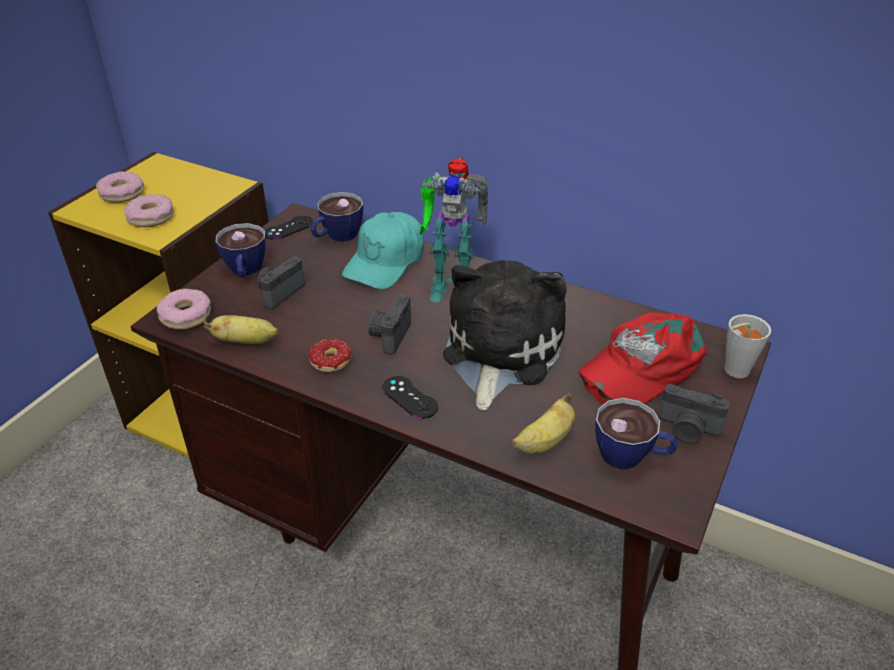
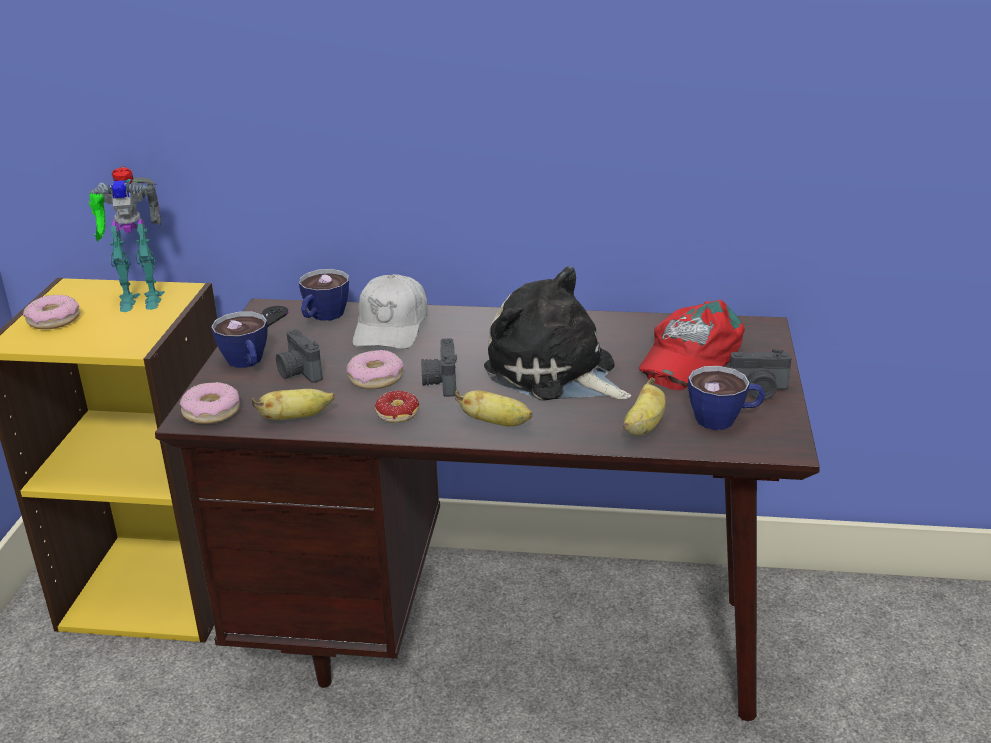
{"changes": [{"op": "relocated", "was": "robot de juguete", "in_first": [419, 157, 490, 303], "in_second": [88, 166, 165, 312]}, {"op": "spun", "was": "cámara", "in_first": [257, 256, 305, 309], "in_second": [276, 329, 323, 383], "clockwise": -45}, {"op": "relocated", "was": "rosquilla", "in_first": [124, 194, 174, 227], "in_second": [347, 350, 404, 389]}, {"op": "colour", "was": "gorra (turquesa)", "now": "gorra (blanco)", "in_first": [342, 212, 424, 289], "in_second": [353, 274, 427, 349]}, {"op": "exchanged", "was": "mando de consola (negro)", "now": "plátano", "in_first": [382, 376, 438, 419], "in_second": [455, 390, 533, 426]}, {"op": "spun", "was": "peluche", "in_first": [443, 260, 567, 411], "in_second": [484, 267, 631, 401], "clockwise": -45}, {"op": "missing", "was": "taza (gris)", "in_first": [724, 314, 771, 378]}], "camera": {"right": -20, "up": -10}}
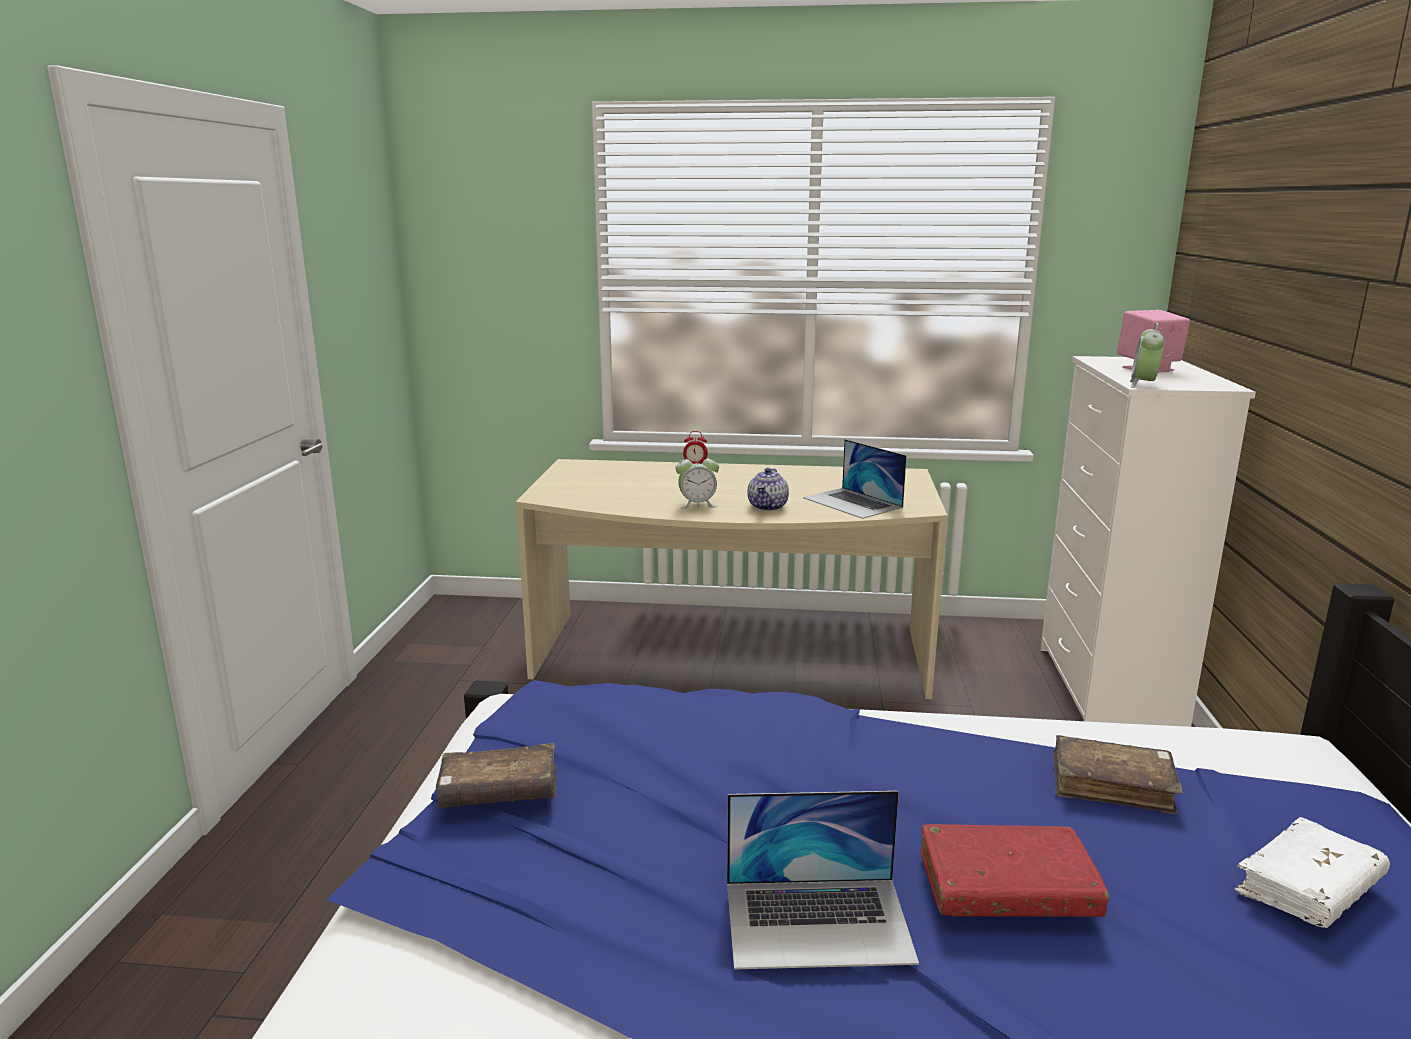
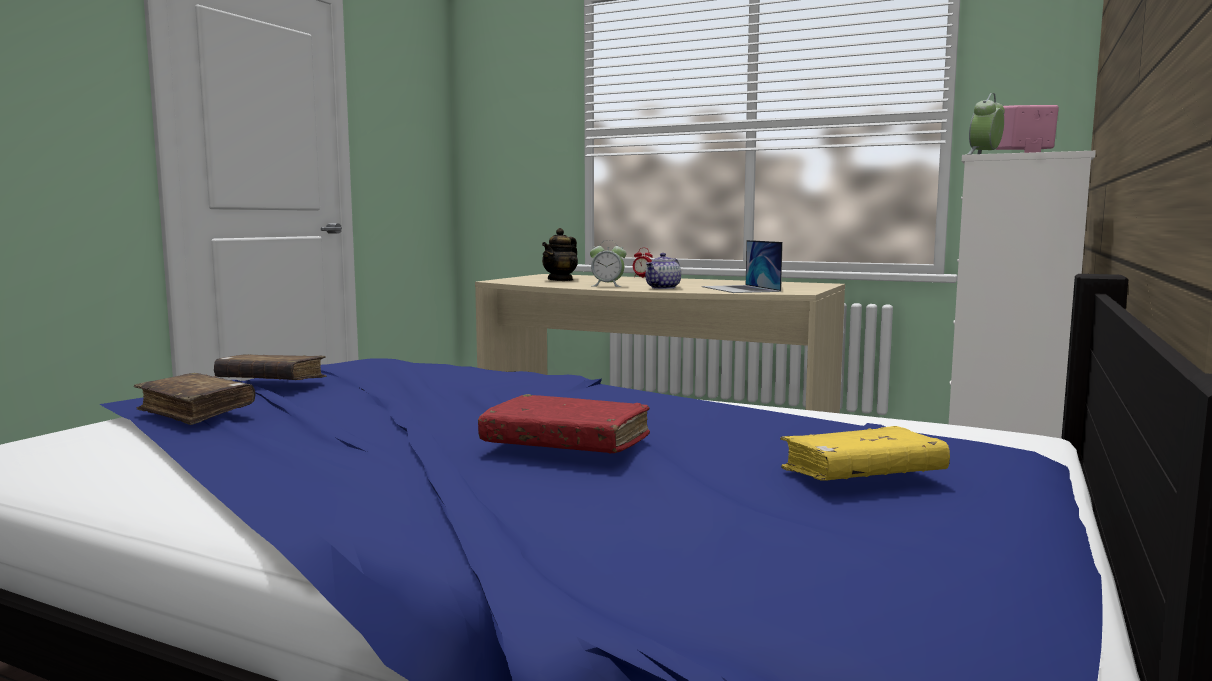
{"changes": [{"op": "relocated", "was": "libro (marrón)", "in_first": [1053, 735, 1183, 815], "in_second": [134, 373, 256, 425]}, {"op": "appeared", "now": "tetera", "in_second": [542, 228, 578, 281]}, {"op": "colour", "was": "libro (blanco)", "now": "libro (amarillo)", "in_first": [1235, 817, 1390, 928], "in_second": [780, 426, 950, 481]}, {"op": "missing", "was": "portátil", "in_first": [727, 791, 919, 969]}], "camera": {"right": 20, "up": -10}}
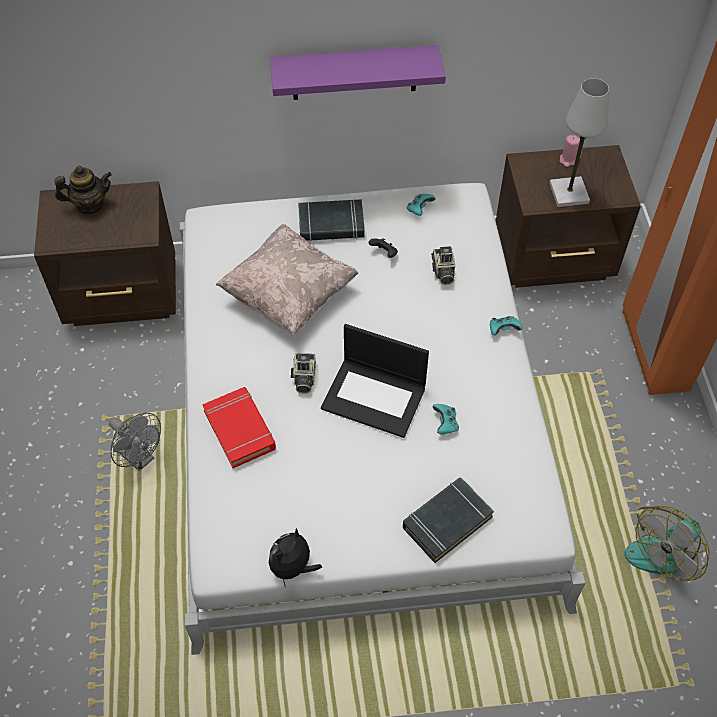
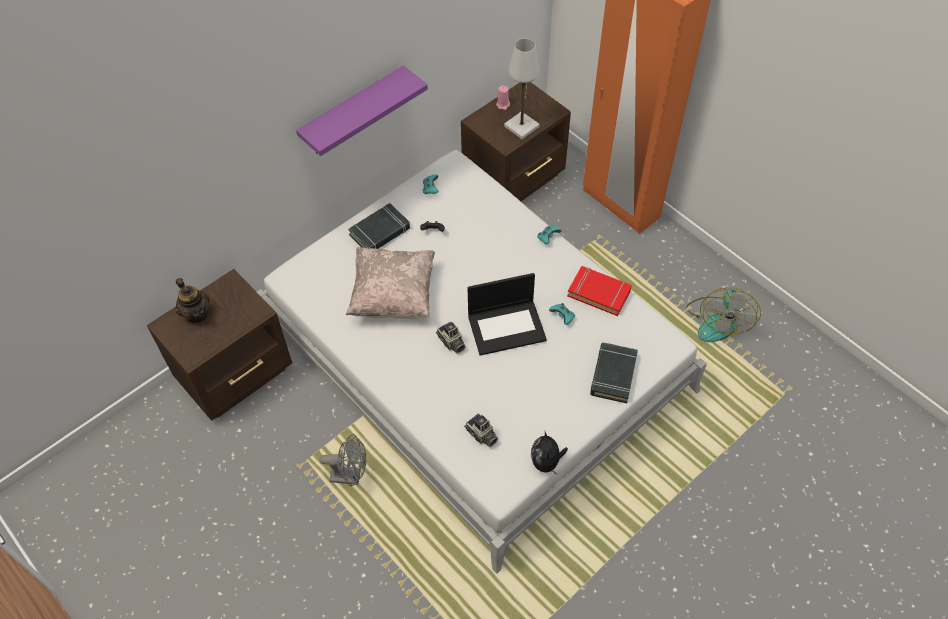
{"changes": [{"op": "spun", "was": "tetera", "in_first": [54, 166, 112, 214], "in_second": [175, 278, 210, 323], "clockwise": 105}, {"op": "relocated", "was": "cámara", "in_first": [431, 246, 455, 285], "in_second": [464, 413, 498, 447]}, {"op": "relocated", "was": "libro (rojo)", "in_first": [202, 387, 276, 468], "in_second": [567, 266, 632, 316]}], "camera": {"right": -35, "up": 0}}
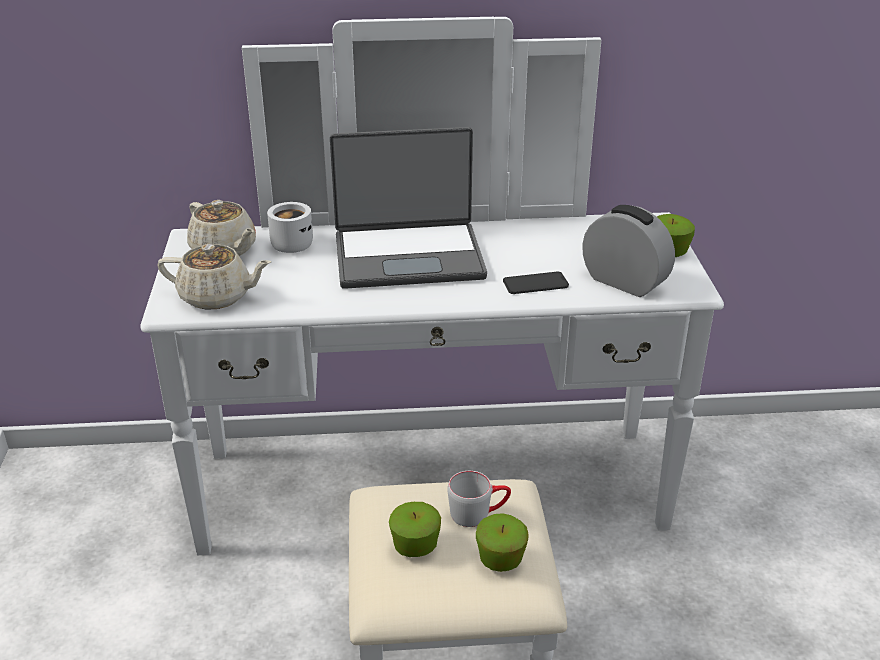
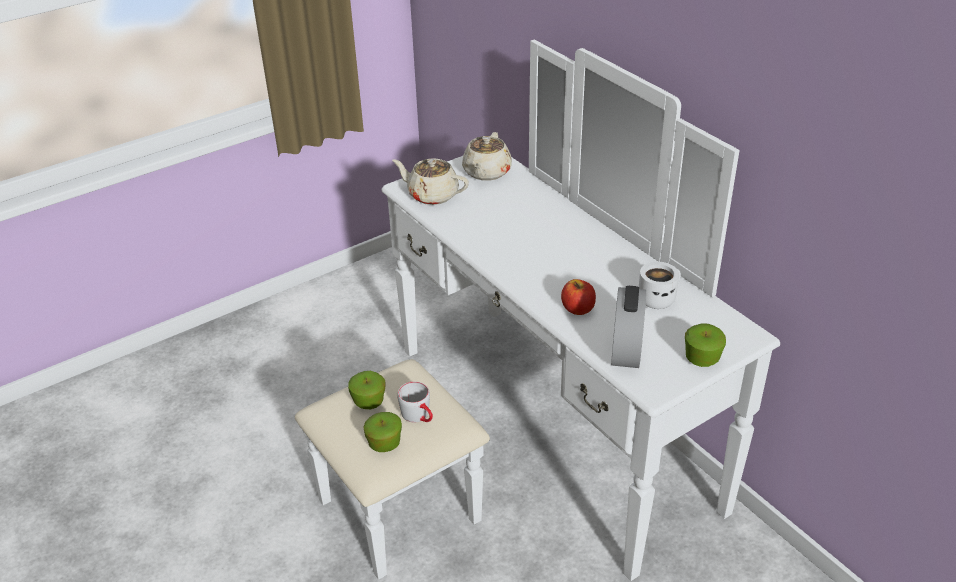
{"changes": [{"op": "spun", "was": "tetera (beis)", "in_first": [157, 244, 271, 309], "in_second": [392, 158, 469, 205], "clockwise": 135}, {"op": "exchanged", "was": "móvil", "now": "manzana", "in_first": [503, 272, 569, 294], "in_second": [561, 279, 596, 315]}, {"op": "relocated", "was": "taza grande (blanco)", "in_first": [267, 202, 313, 253], "in_second": [639, 262, 681, 309]}, {"op": "missing", "was": "portátil", "in_first": [330, 127, 487, 289]}], "camera": {"right": 60, "up": 5}}
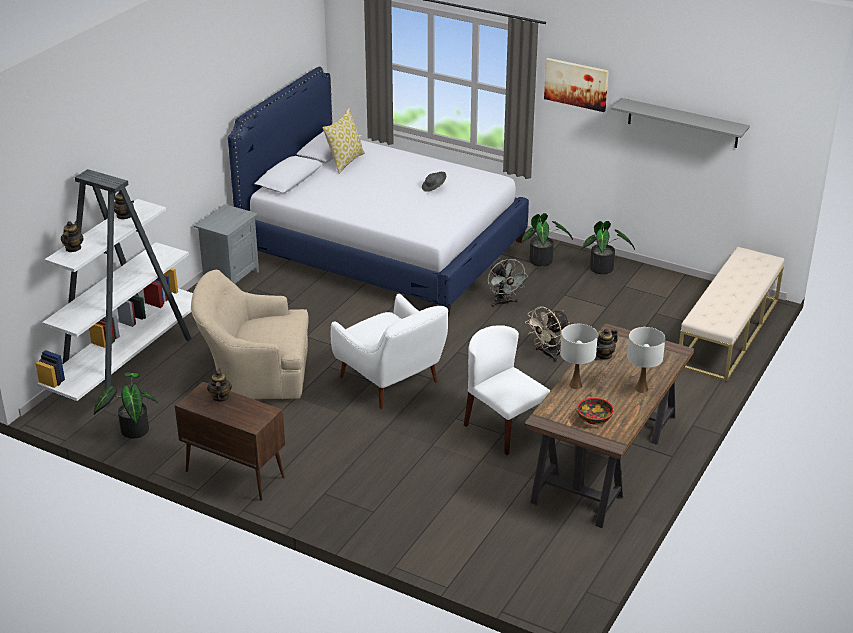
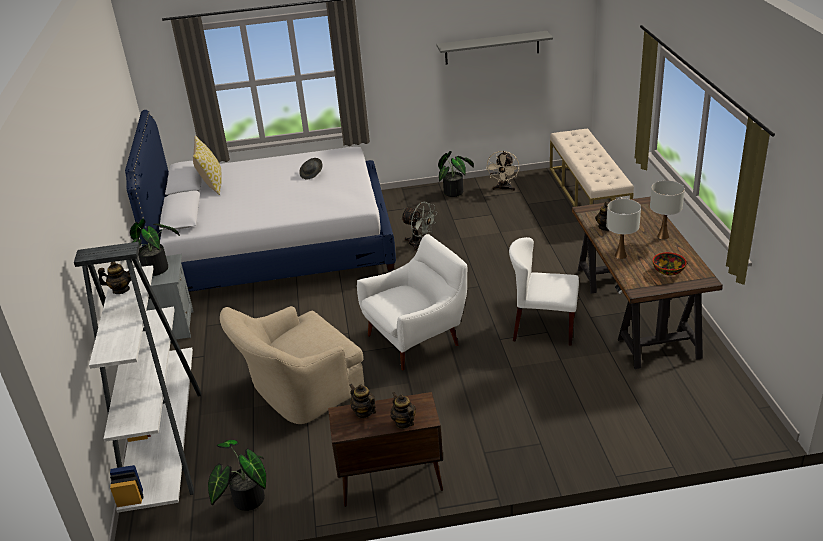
{"changes": [{"op": "relocated", "was": "planta en maceta", "in_first": [521, 213, 573, 266], "in_second": [130, 218, 180, 276]}, {"op": "spun", "was": "sillón (blanco)", "in_first": [331, 294, 448, 409], "in_second": [357, 234, 467, 370], "clockwise": -45}, {"op": "relocated", "was": "tetera", "in_first": [61, 221, 84, 252], "in_second": [390, 392, 416, 429]}, {"op": "relocated", "was": "ventilador (beis)", "in_first": [525, 307, 570, 362], "in_second": [486, 151, 520, 191]}, {"op": "missing", "was": "cuadro", "in_first": [544, 58, 609, 112]}], "camera": {"right": -35, "up": 0}}
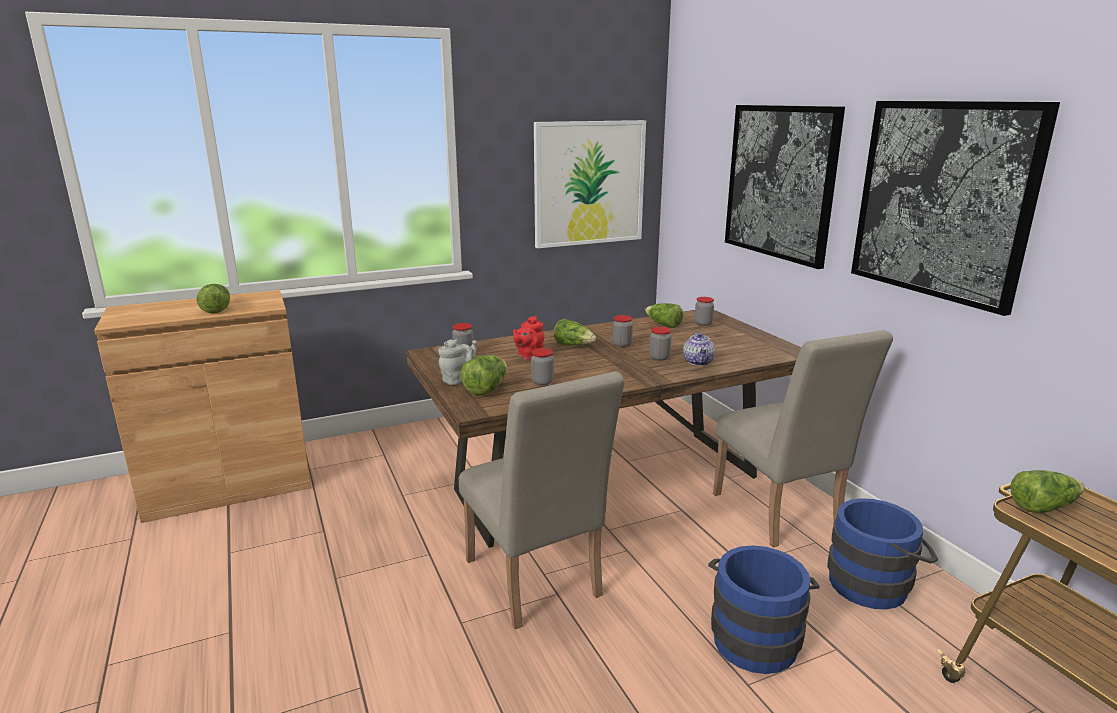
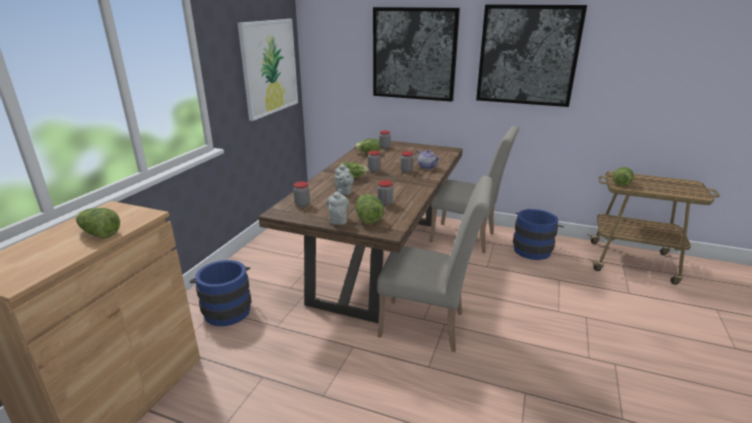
{"changes": [{"op": "relocated", "was": "cubo (azul)", "in_first": [708, 545, 820, 674], "in_second": [190, 260, 251, 326]}, {"op": "colour", "was": "tetera (rojo)", "now": "tetera (gris)", "in_first": [513, 316, 544, 360], "in_second": [334, 164, 354, 195]}], "camera": {"right": -45, "up": 5}}
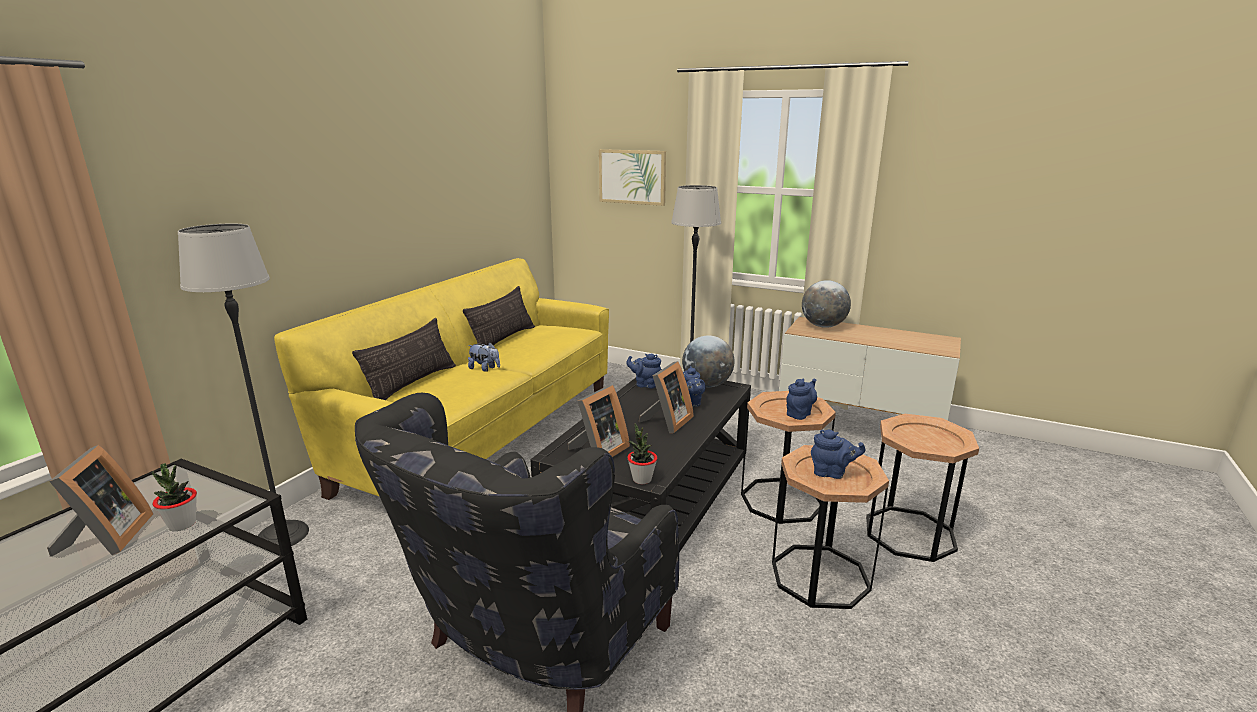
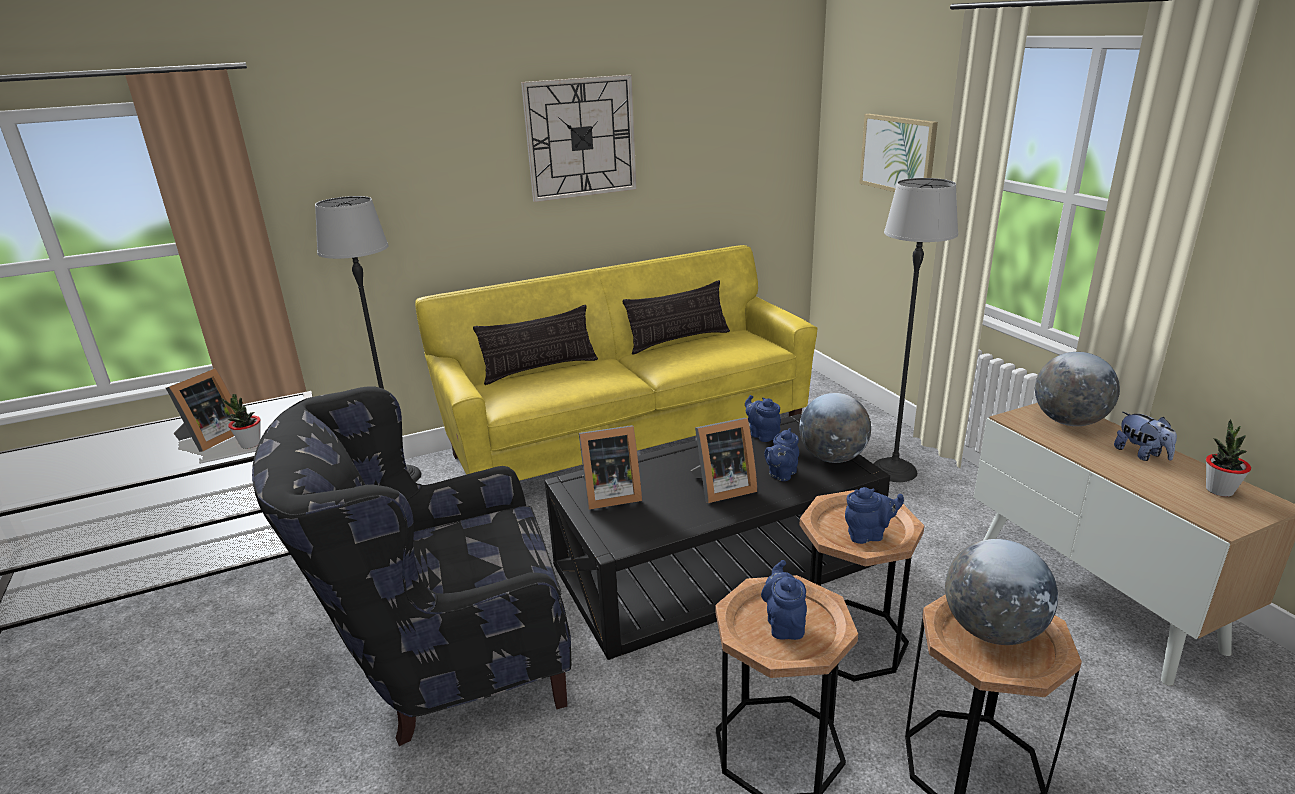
{"changes": [{"op": "appeared", "now": "reloj de pared", "in_second": [521, 75, 637, 202]}, {"op": "spun", "was": "tetera (azul)", "in_first": [811, 429, 866, 479], "in_second": [761, 560, 807, 640], "clockwise": -150}, {"op": "appeared", "now": "globo terráqueo", "in_second": [945, 539, 1058, 645]}, {"op": "relocated", "was": "peluche", "in_first": [468, 342, 500, 372], "in_second": [1114, 412, 1177, 461]}, {"op": "relocated", "was": "planta en maceta", "in_first": [627, 423, 657, 484], "in_second": [1206, 419, 1251, 497]}], "camera": {"right": 40, "up": 5}}
